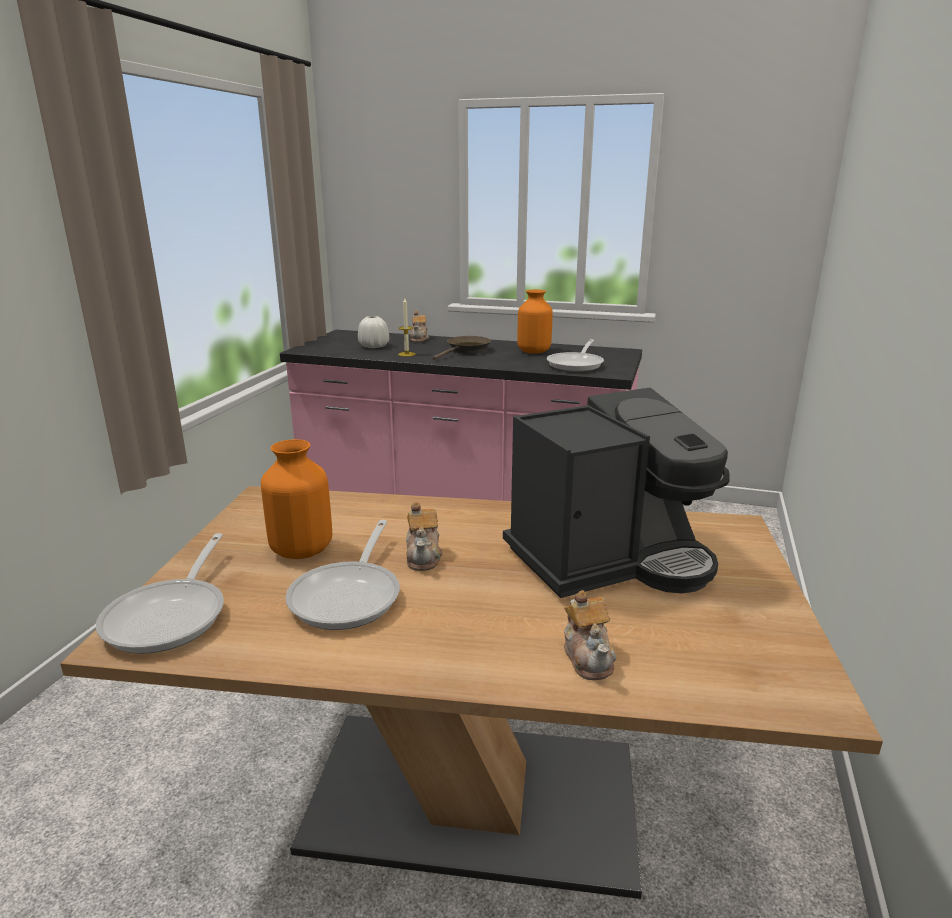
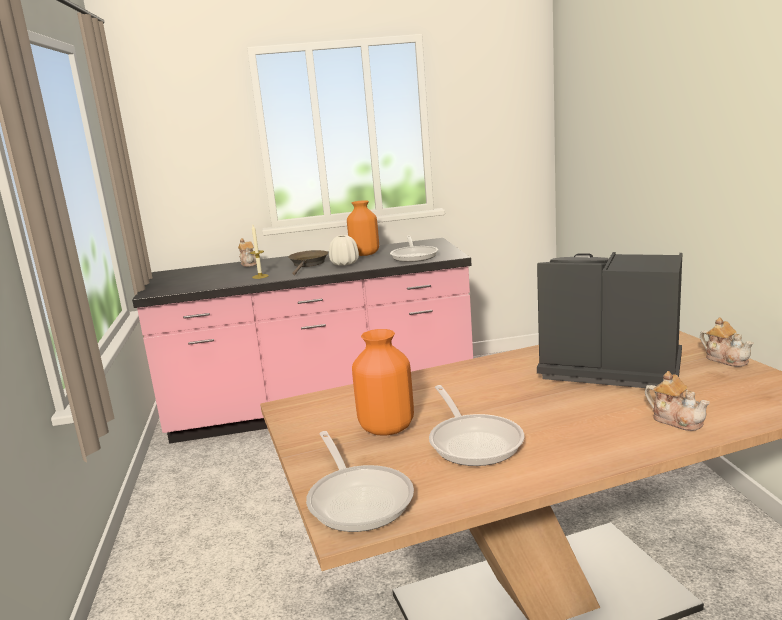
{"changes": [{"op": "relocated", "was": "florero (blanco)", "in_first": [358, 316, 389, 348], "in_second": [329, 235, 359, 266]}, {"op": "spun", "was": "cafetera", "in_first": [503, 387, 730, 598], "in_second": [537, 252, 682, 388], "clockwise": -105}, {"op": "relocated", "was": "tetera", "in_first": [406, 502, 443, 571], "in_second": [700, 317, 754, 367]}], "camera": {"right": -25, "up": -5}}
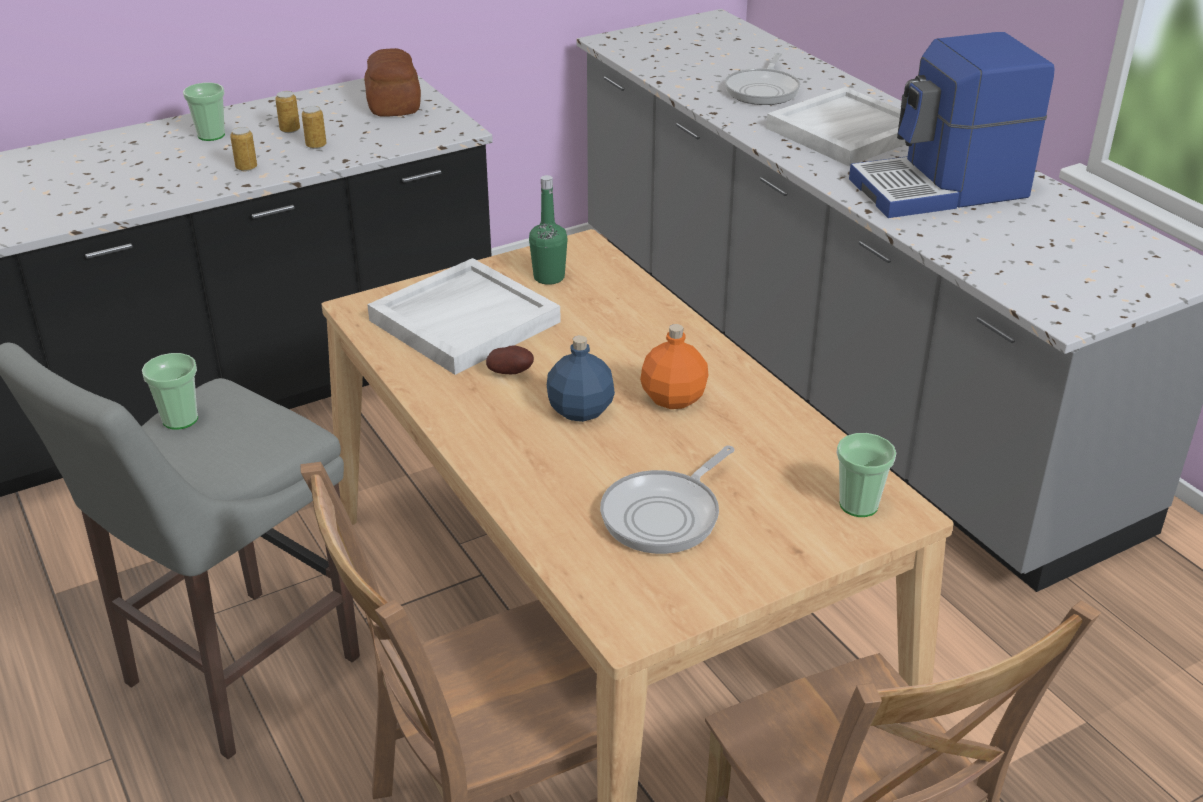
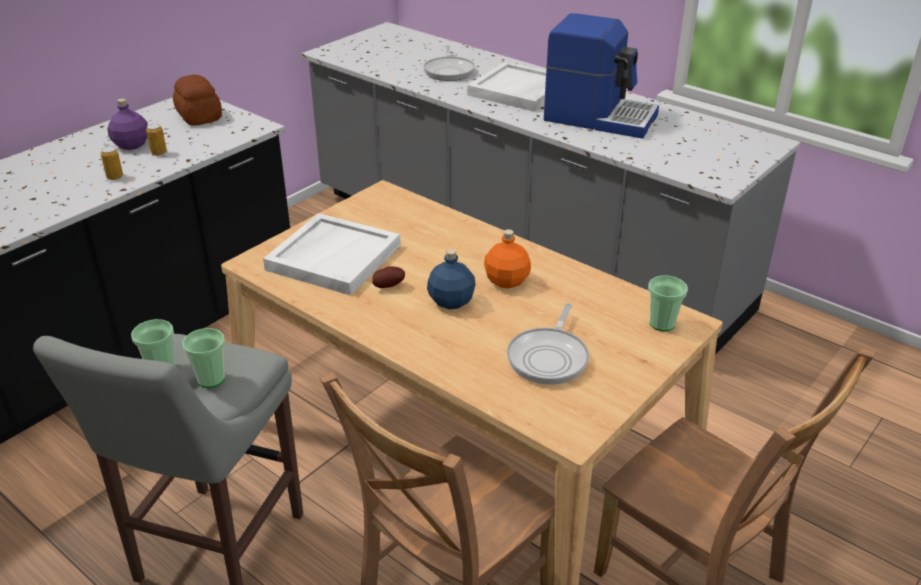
{"changes": [{"op": "exchanged", "was": "lata", "now": "botella (morado)", "in_first": [275, 91, 300, 133], "in_second": [107, 98, 148, 150]}, {"op": "relocated", "was": "taza", "in_first": [183, 83, 225, 141], "in_second": [182, 328, 225, 388]}, {"op": "spun", "was": "cafetera", "in_first": [849, 32, 1054, 218], "in_second": [544, 13, 659, 139], "clockwise": -120}, {"op": "missing", "was": "botella (verde)", "in_first": [529, 175, 568, 285]}], "camera": {"right": -20, "up": 0}}
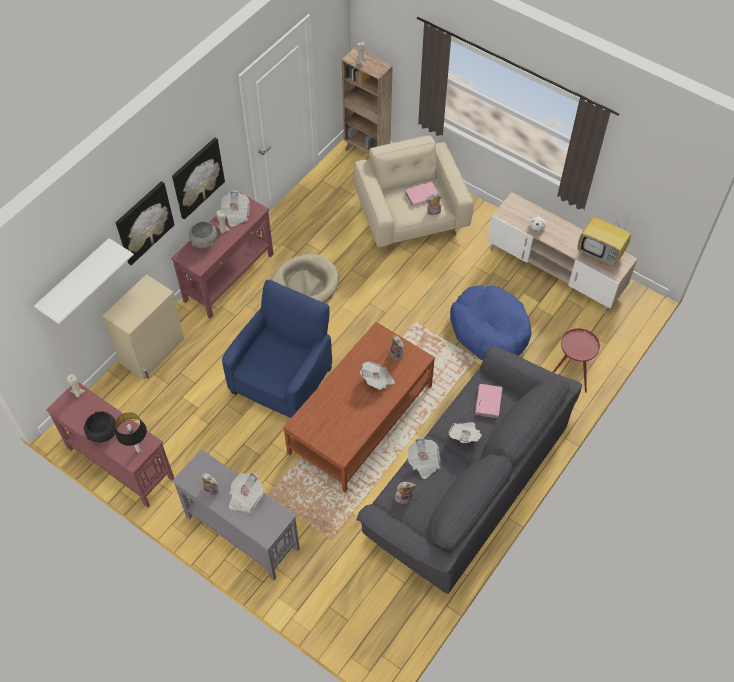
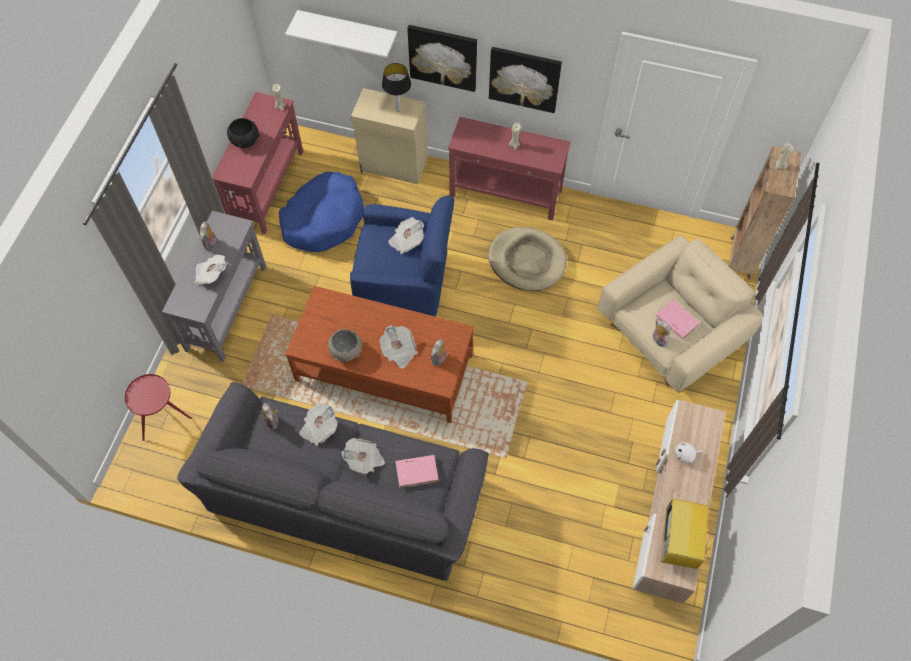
{"changes": [{"op": "relocated", "was": "mesa auxiliar (rojo)", "in_first": [553, 328, 600, 393], "in_second": [125, 374, 192, 441]}, {"op": "relocated", "was": "cama para perro (azul)", "in_first": [450, 285, 532, 360], "in_second": [279, 172, 364, 252]}, {"op": "relocated", "was": "cuenco (gris)", "in_first": [189, 221, 217, 249], "in_second": [328, 329, 362, 361]}, {"op": "relocated", "was": "lámpara de mesa", "in_first": [115, 412, 147, 453], "in_second": [382, 63, 411, 112]}, {"op": "relocated", "was": "periódico", "in_first": [220, 190, 250, 227], "in_second": [388, 217, 424, 254]}], "camera": {"right": 70, "up": 5}}
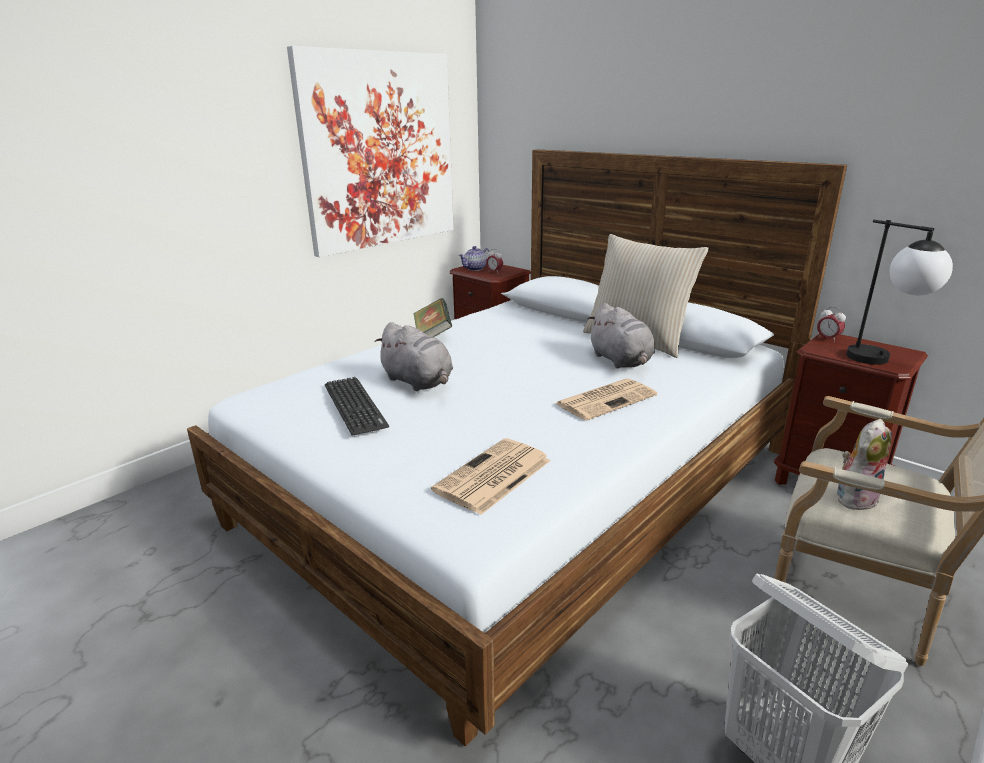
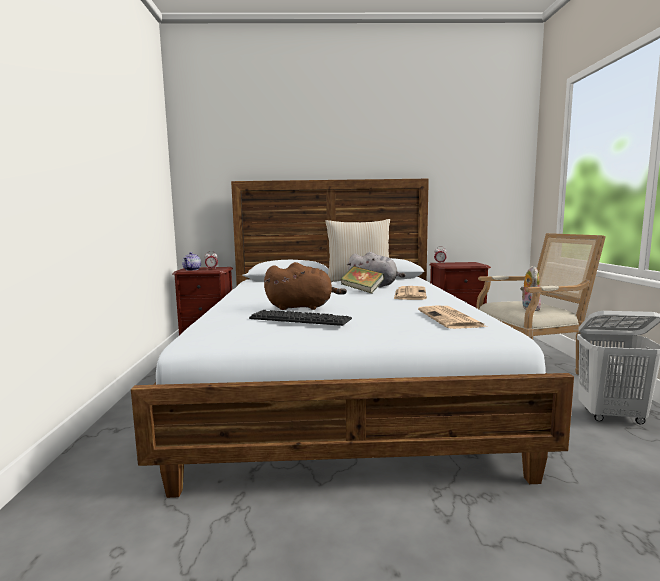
{"changes": [{"op": "colour", "was": "peluche (gris)", "now": "peluche (marrón)", "in_first": [374, 322, 453, 391], "in_second": [264, 262, 347, 310]}, {"op": "relocated", "was": "libro", "in_first": [413, 298, 452, 337], "in_second": [341, 266, 385, 294]}, {"op": "missing", "was": "cuadro", "in_first": [287, 46, 454, 257]}, {"op": "missing", "was": "lámpara de mesa", "in_first": [846, 220, 953, 365]}], "camera": {"right": -45, "up": -15}}
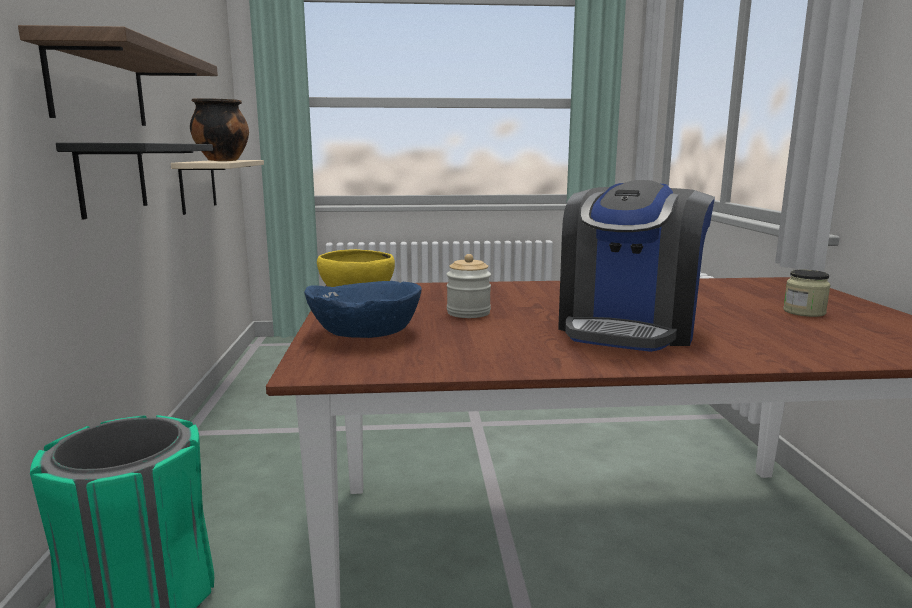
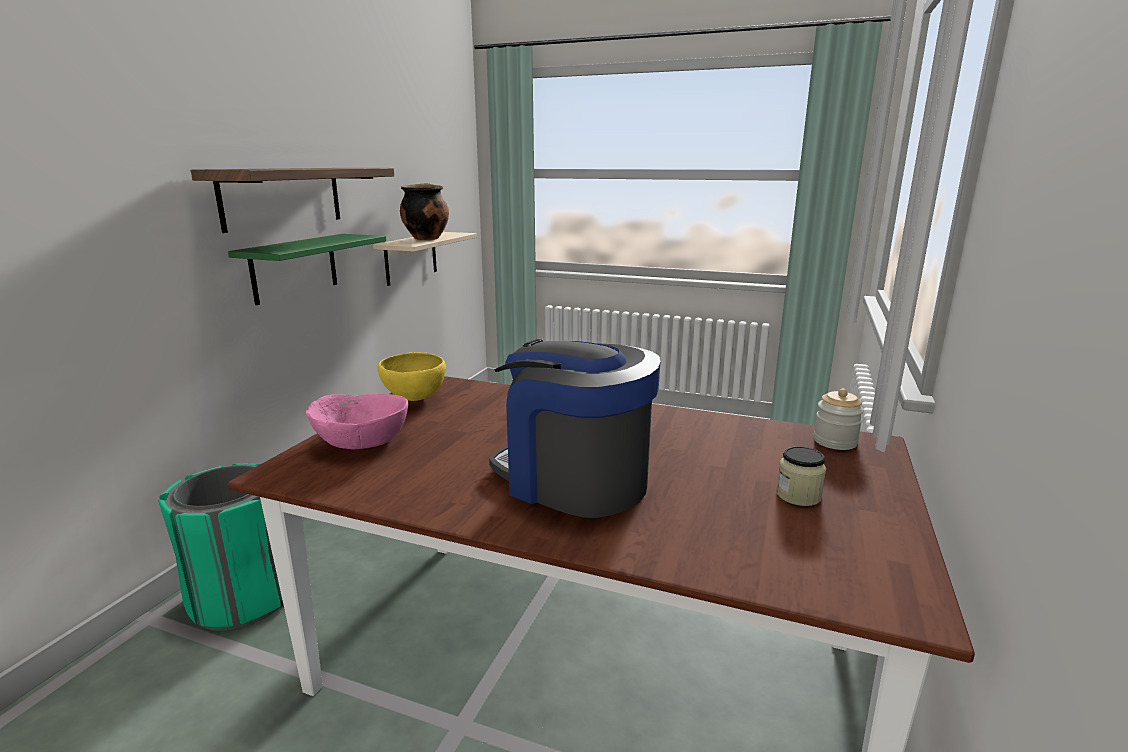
{"changes": [{"op": "colour", "was": "estante (negro)", "now": "estante (verde)", "in_first": [56, 143, 213, 219], "in_second": [228, 234, 386, 305]}, {"op": "colour", "was": "cuenco (azul)", "now": "cuenco (rosa)", "in_first": [304, 281, 422, 338], "in_second": [305, 394, 408, 449]}, {"op": "spun", "was": "cafetera", "in_first": [558, 180, 715, 352], "in_second": [489, 339, 661, 518], "clockwise": 75}, {"op": "relocated", "was": "tarro", "in_first": [447, 254, 491, 318], "in_second": [814, 389, 864, 450]}], "camera": {"right": 25, "up": 5}}
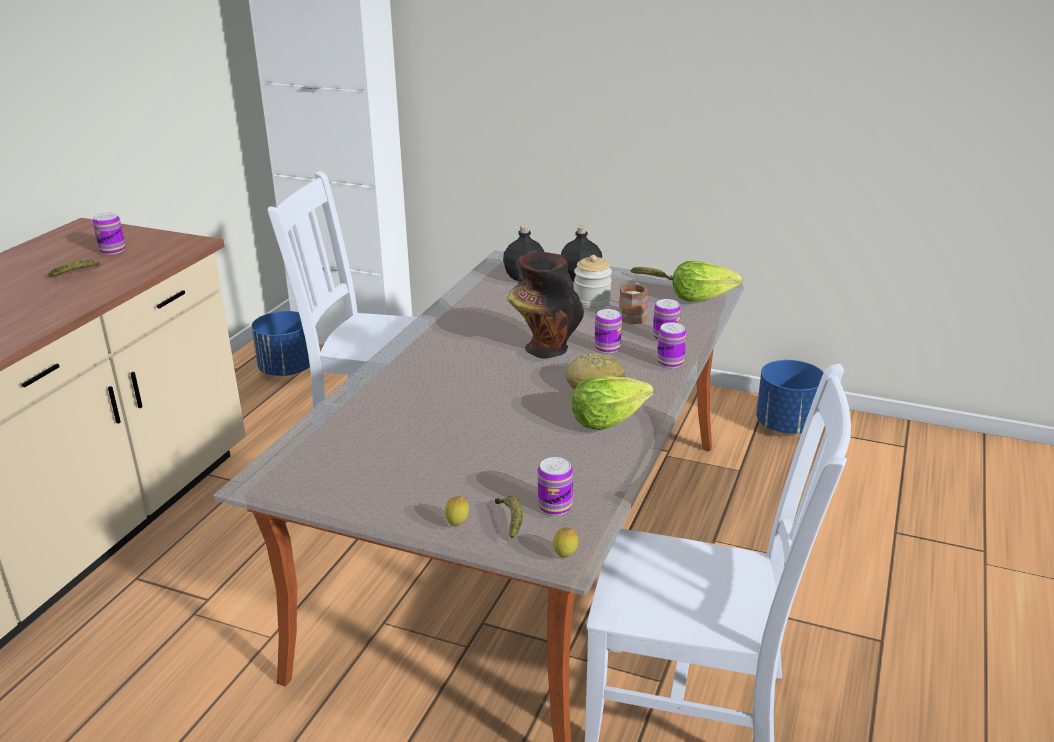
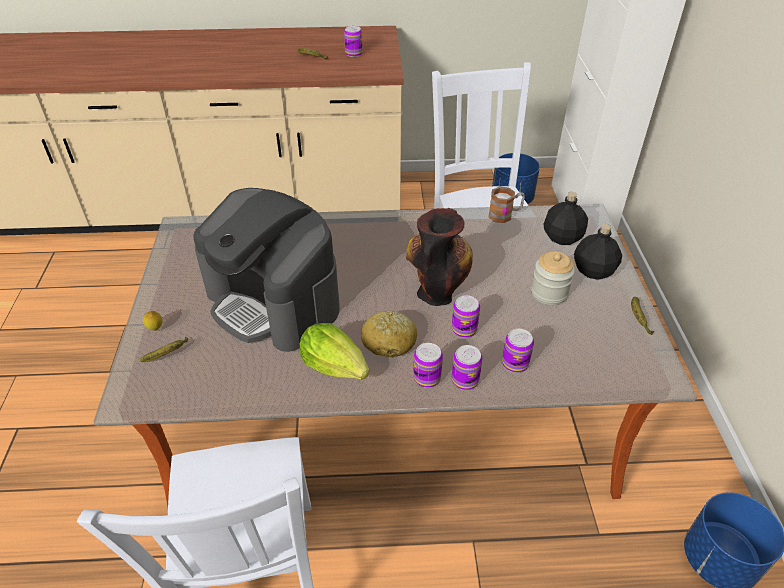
{"changes": [{"op": "appeared", "now": "cafetera", "in_second": [193, 188, 340, 352]}, {"op": "relocated", "was": "lata", "in_first": [538, 457, 573, 515], "in_second": [413, 343, 443, 388]}, {"op": "relocated", "was": "taza grande", "in_first": [619, 283, 648, 324], "in_second": [489, 187, 525, 223]}, {"op": "missing", "was": "limón", "in_first": [553, 527, 578, 558]}, {"op": "missing", "was": "lechuga", "in_first": [673, 261, 743, 302]}], "camera": {"right": 65, "up": 15}}
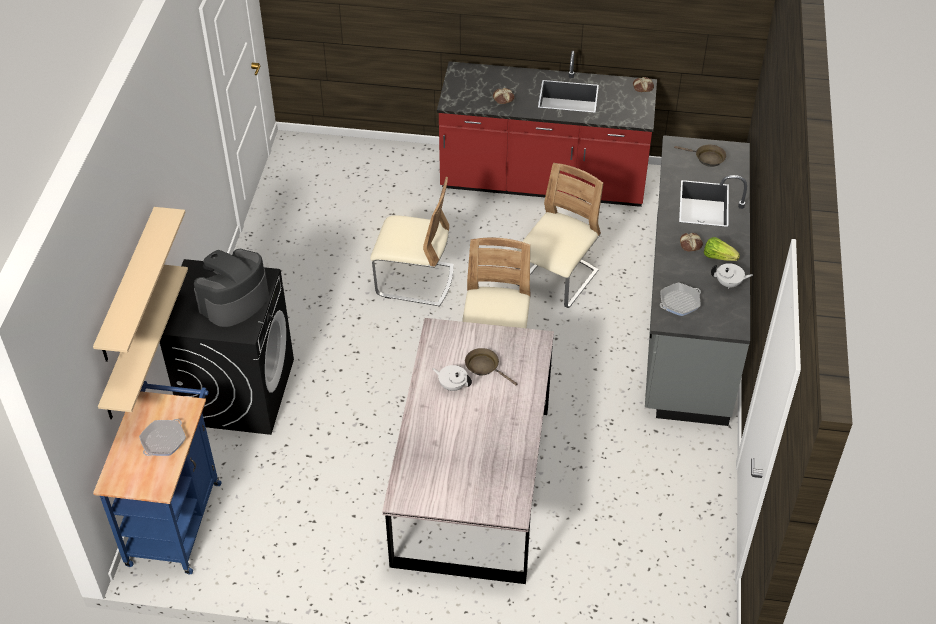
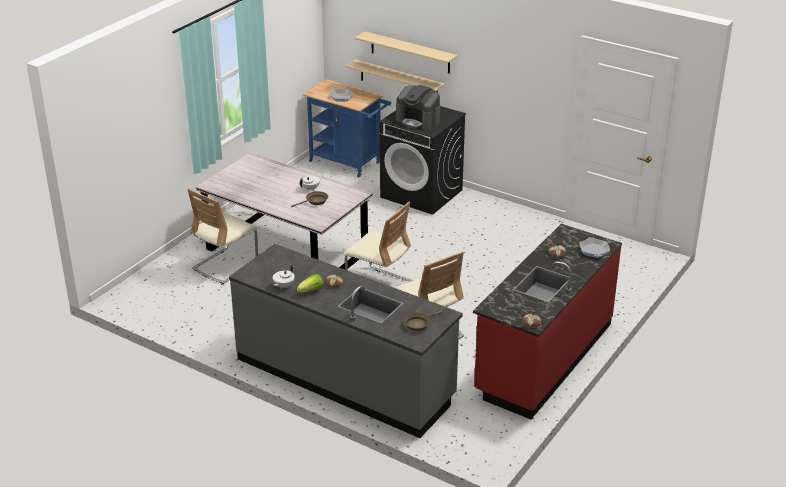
{"changes": [{"op": "relocated", "was": "silla (beis)", "in_first": [370, 177, 454, 307], "in_second": [187, 188, 258, 284]}, {"op": "spun", "was": "cafetera", "in_first": [194, 249, 269, 327], "in_second": [396, 85, 440, 130], "clockwise": 150}, {"op": "relocated", "was": "sartén", "in_first": [660, 283, 701, 316], "in_second": [579, 237, 610, 258]}], "camera": {"right": 115, "up": -15}}
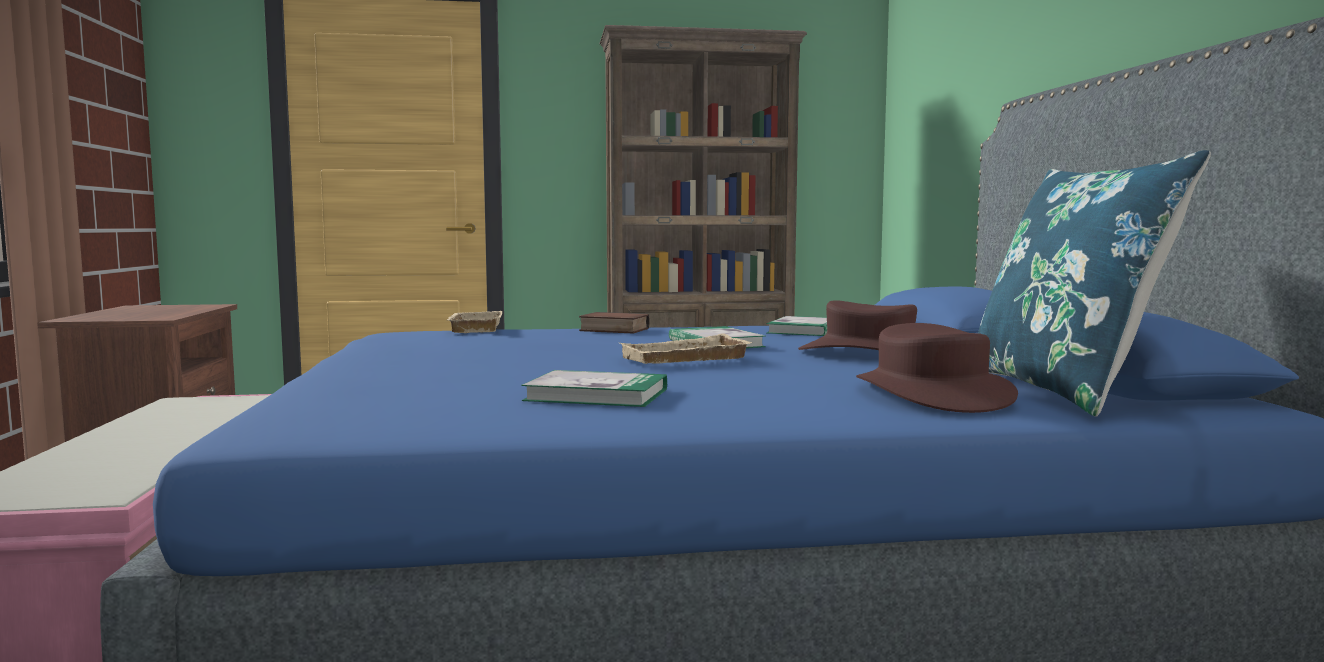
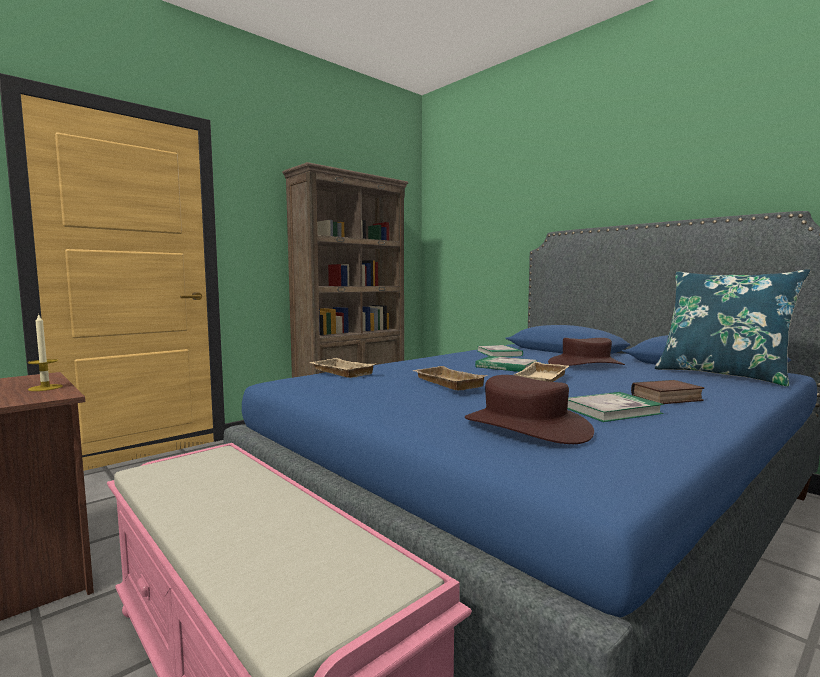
{"changes": [{"op": "appeared", "now": "vela", "in_second": [28, 313, 63, 391]}, {"op": "appeared", "now": "bandeja (beis)", "in_second": [412, 366, 488, 390]}, {"op": "relocated", "was": "sombrero (marrón)", "in_first": [856, 323, 1018, 413], "in_second": [465, 375, 594, 444]}, {"op": "relocated", "was": "libro", "in_first": [579, 312, 650, 334], "in_second": [631, 380, 704, 404]}], "camera": {"right": -35, "up": 0}}
